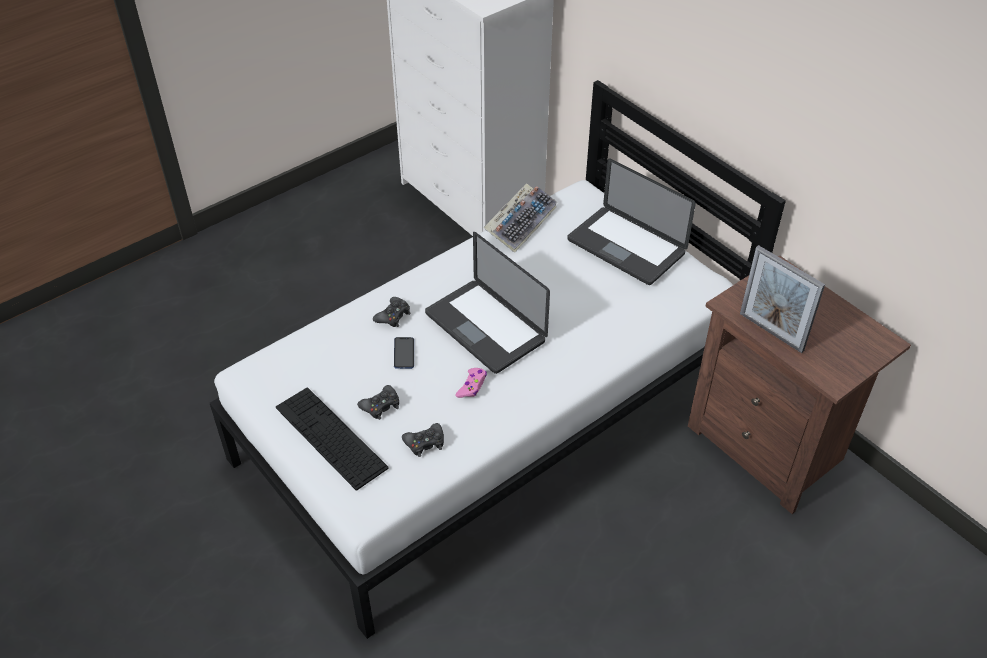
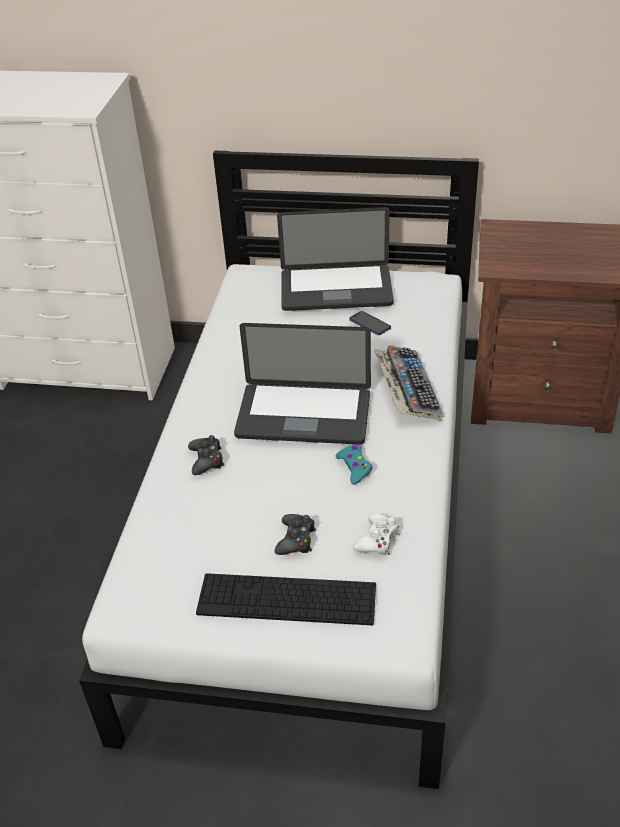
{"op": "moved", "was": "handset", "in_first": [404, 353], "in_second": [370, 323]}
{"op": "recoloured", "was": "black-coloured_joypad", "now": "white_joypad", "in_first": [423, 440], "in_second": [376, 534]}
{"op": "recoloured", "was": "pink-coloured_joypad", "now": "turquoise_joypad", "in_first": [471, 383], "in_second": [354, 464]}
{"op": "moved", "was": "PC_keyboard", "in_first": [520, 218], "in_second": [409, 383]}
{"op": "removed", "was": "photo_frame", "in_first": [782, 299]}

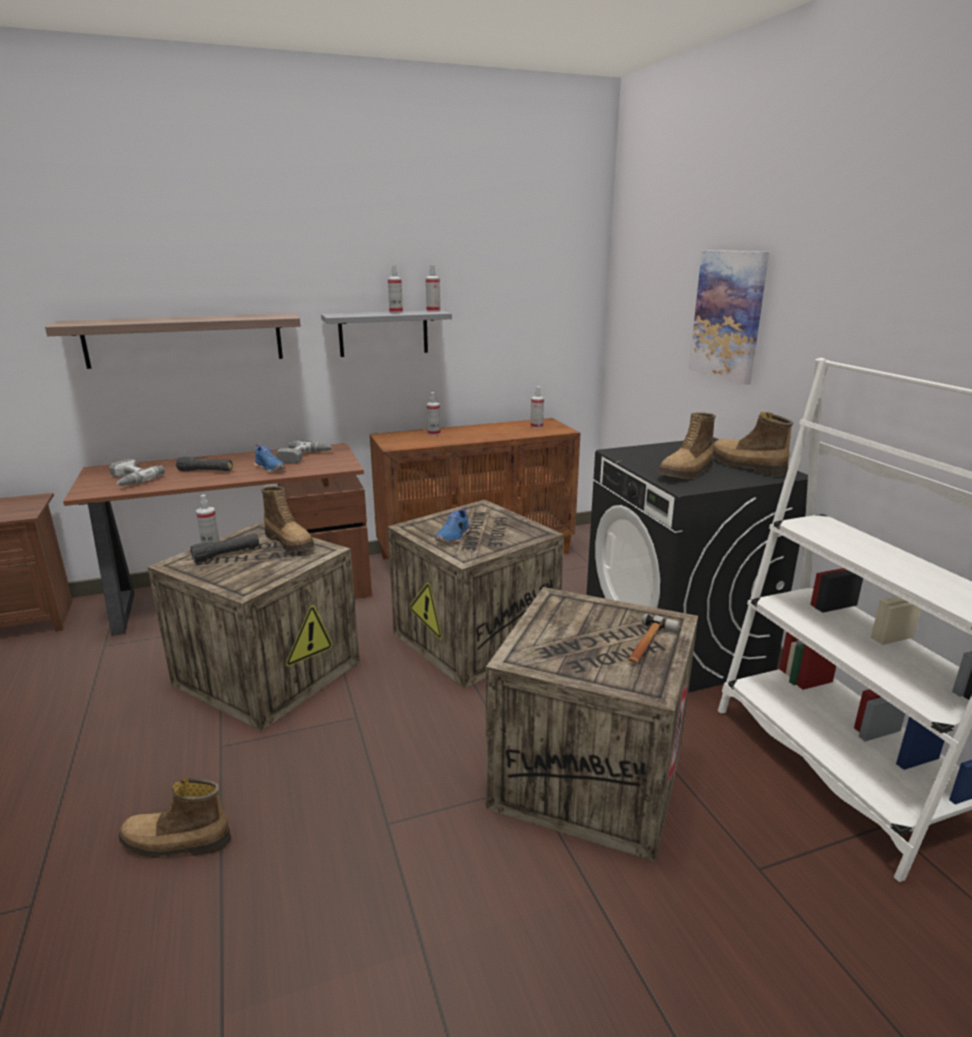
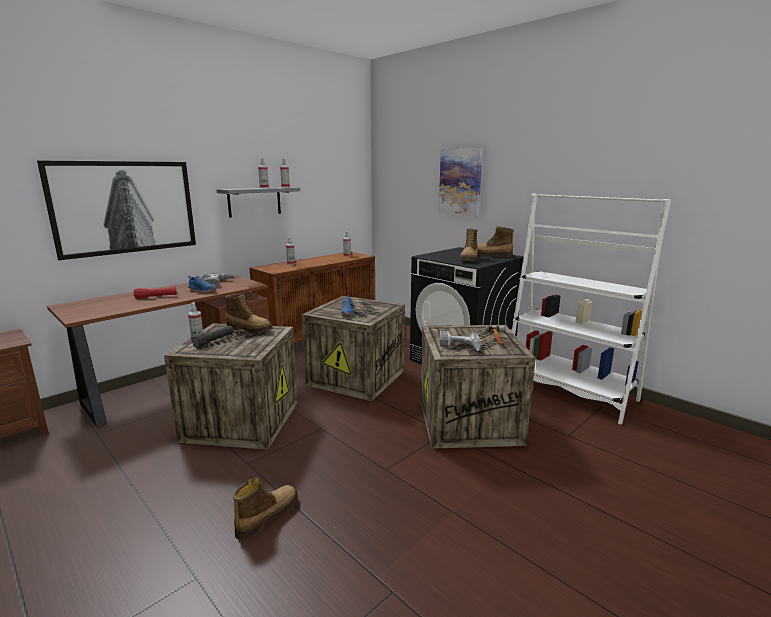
{"op": "replaced", "was": "wall_shelf", "now": "picture", "in_first": [173, 341], "in_second": [116, 210]}
{"op": "moved", "was": "electric_drill", "in_first": [137, 472], "in_second": [460, 341]}
{"op": "turned", "was": "high-top_boot", "in_first": [175, 818], "in_second": [265, 509], "clockwise": 150}
{"op": "recoloured", "was": "black-coloured_flashlight", "now": "red-coloured_flashlight", "in_first": [204, 463], "in_second": [155, 293]}

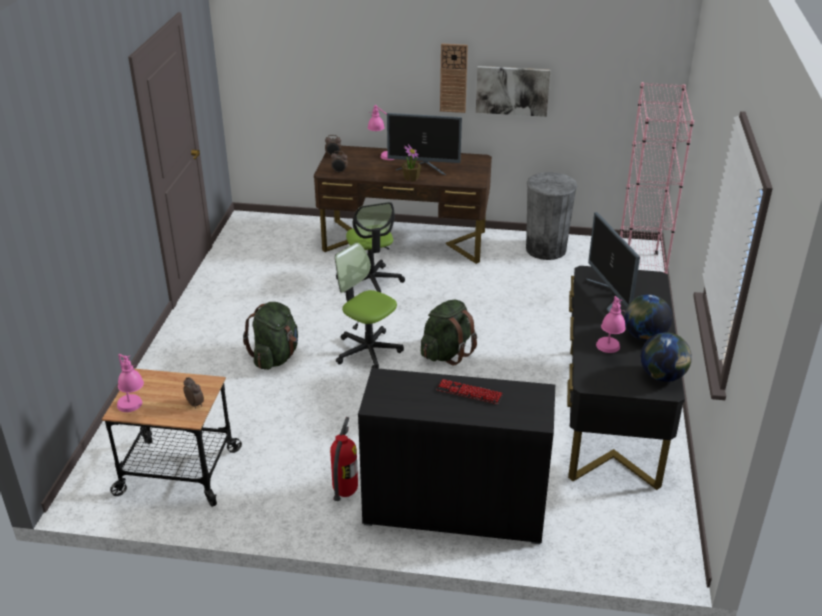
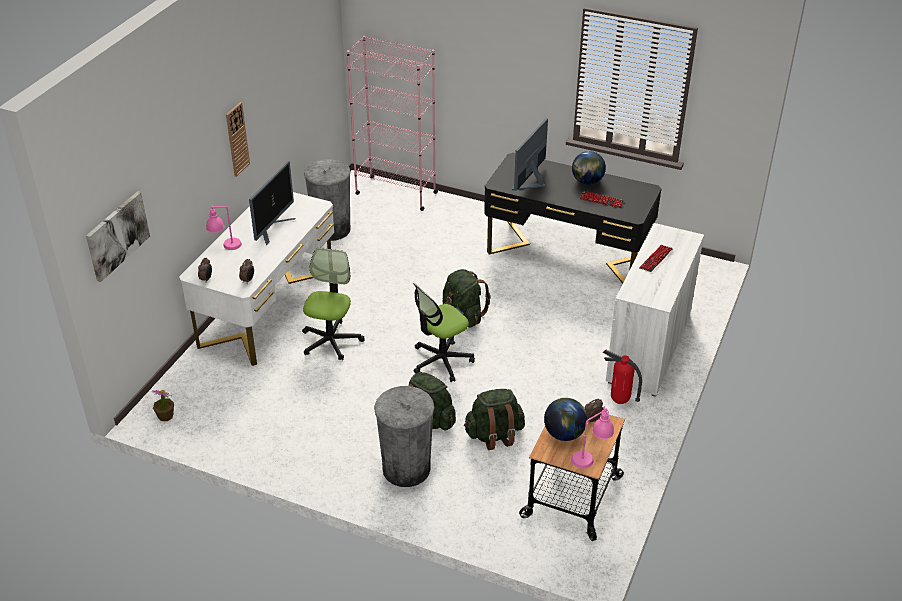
{"op": "recoloured", "was": "brown-coloured_desk_unit", "now": "white_desk_unit", "in_first": [403, 205], "in_second": [256, 279]}
{"op": "turned", "was": "computer_chair", "in_first": [375, 247], "in_second": [333, 304], "clockwise": -75}
{"op": "recoloured", "was": "black-coloured_cupboard", "now": "white_cupboard", "in_first": [456, 456], "in_second": [655, 310]}
{"op": "moved", "was": "potted_plant", "in_first": [411, 163], "in_second": [162, 405]}
{"op": "moved", "was": "picture", "in_first": [513, 91], "in_second": [118, 236]}
{"op": "turned", "was": "monitor", "in_first": [613, 262], "in_second": [530, 154], "clockwise": 120}
{"op": "replaced", "was": "pink-coloured_lamp_for_a_table", "now": "PC_keyboard", "in_first": [611, 324], "in_second": [602, 199]}
{"op": "moved", "was": "world_globe", "in_first": [666, 357], "in_second": [565, 419]}
{"op": "added", "now": "greyish_trash_can", "in_second": [404, 436]}
{"op": "added", "now": "green-coloured_backpack", "in_second": [494, 419]}

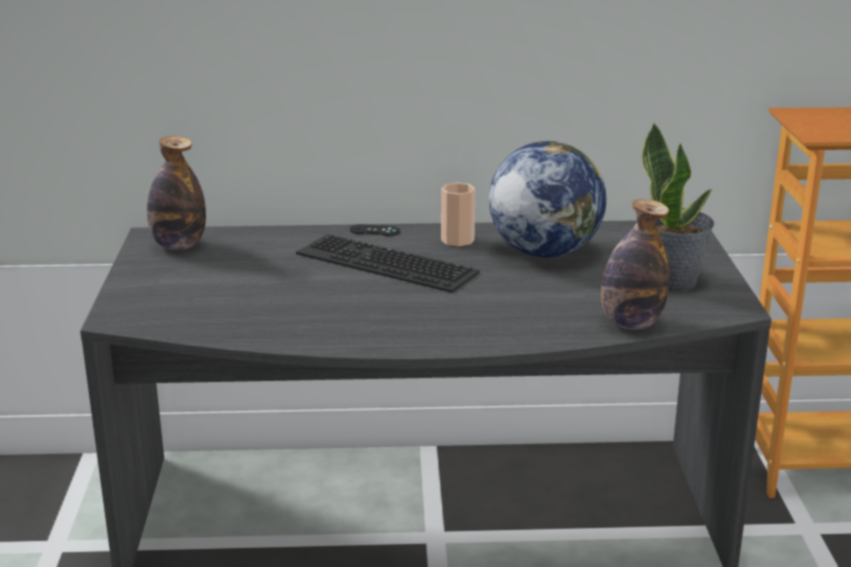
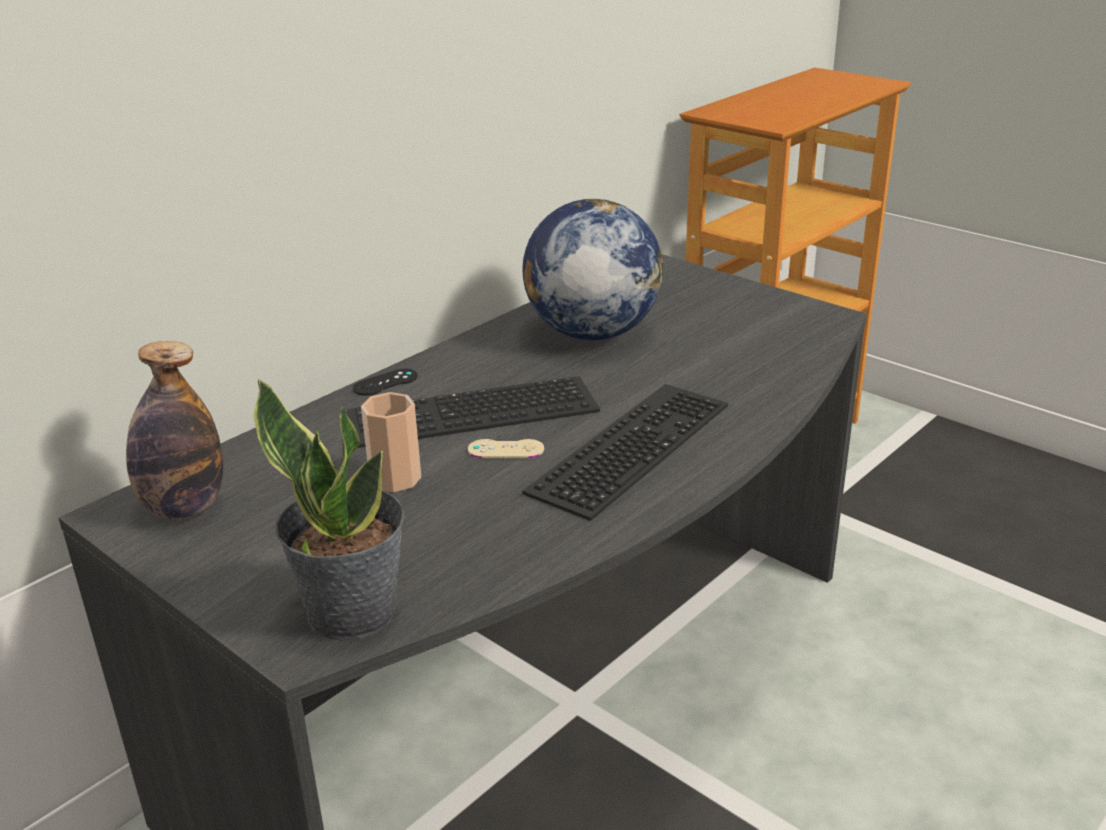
{"op": "moved", "was": "drinking_cup", "in_first": [458, 214], "in_second": [391, 442]}
{"op": "removed", "was": "bottle", "in_first": [635, 264]}
{"op": "moved", "was": "potted_plant", "in_first": [678, 207], "in_second": [329, 510]}
{"op": "added", "now": "sand-coloured_joypad", "in_second": [506, 448]}
{"op": "added", "now": "PC_keyboard", "in_second": [625, 452]}

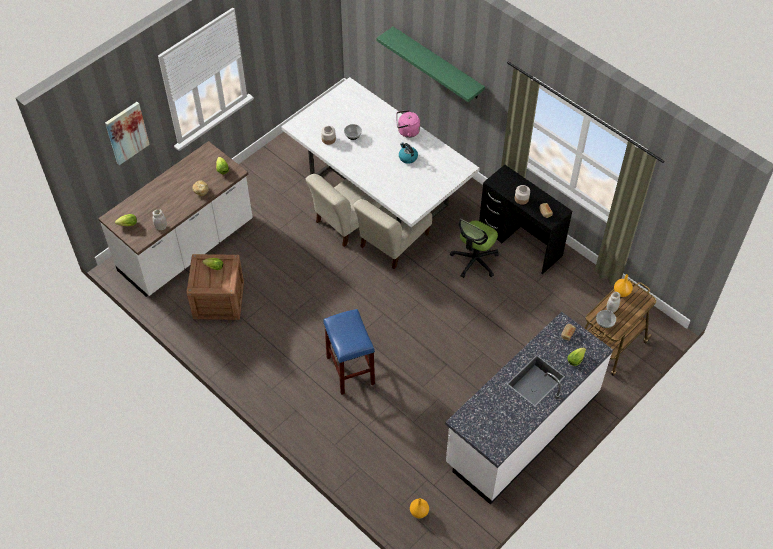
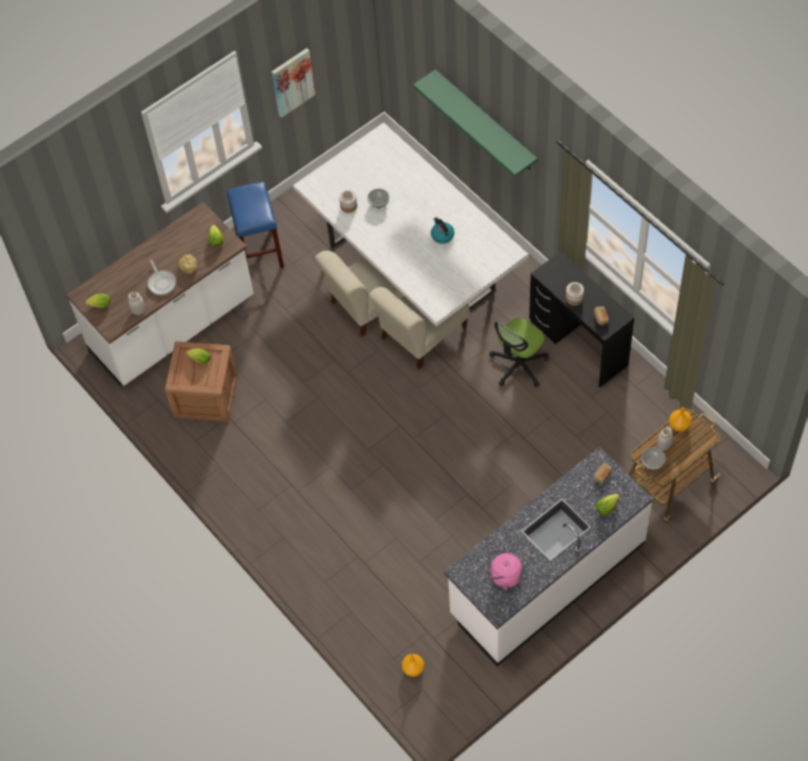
{"op": "moved", "was": "picture", "in_first": [127, 133], "in_second": [293, 83]}
{"op": "moved", "was": "bluish_stool", "in_first": [349, 352], "in_second": [255, 227]}
{"op": "moved", "was": "pink-coloured_water_kettle", "in_first": [408, 124], "in_second": [505, 570]}
{"op": "added", "now": "pan", "in_second": [161, 277]}

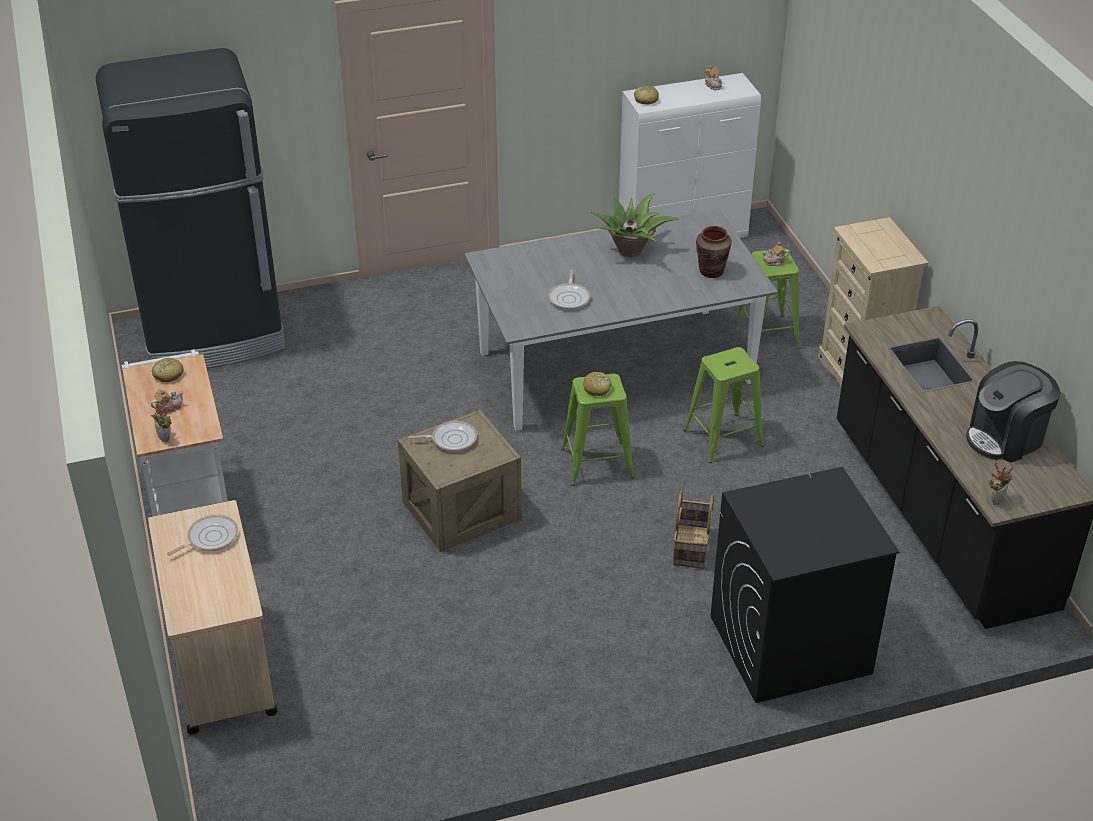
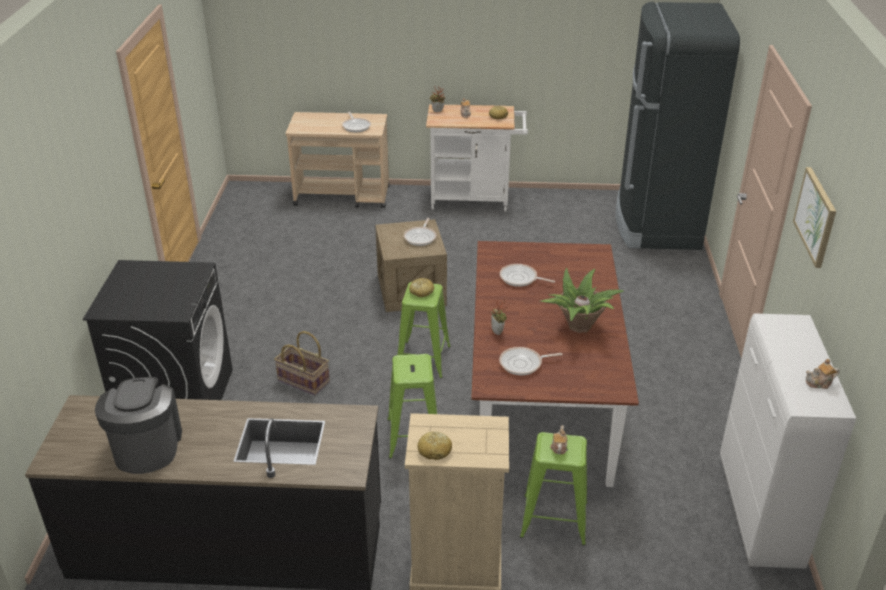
{"op": "recoloured", "was": "greyish_kitchen_table", "now": "brown-coloured_kitchen_table", "in_first": [621, 320], "in_second": [555, 364]}
{"op": "moved", "was": "bakery_bread", "in_first": [646, 95], "in_second": [434, 446]}
{"op": "replaced", "was": "brown-coloured_decorative_vase", "now": "pan", "in_first": [714, 252], "in_second": [531, 361]}
{"op": "moved", "was": "potted_plant", "in_first": [1000, 482], "in_second": [500, 316]}
{"op": "added", "now": "picture", "in_second": [814, 217]}

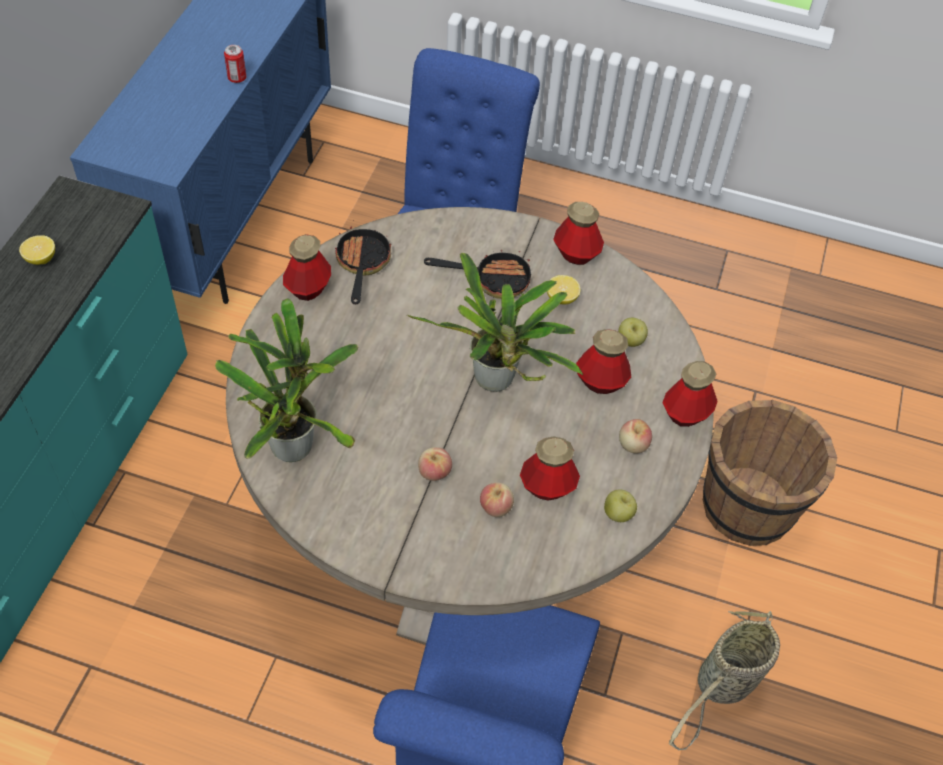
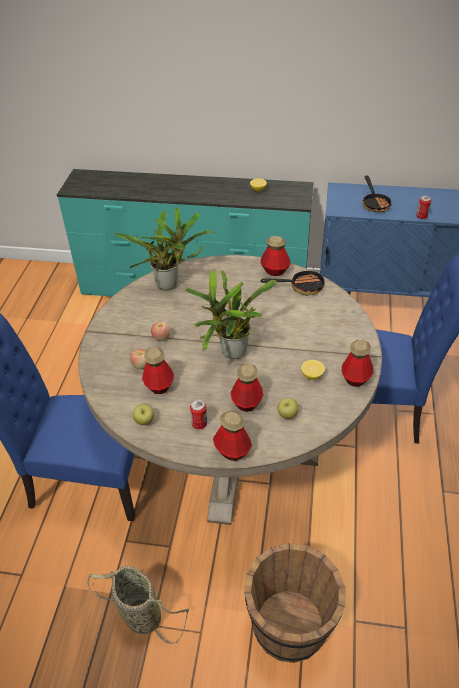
{"op": "moved", "was": "pan", "in_first": [477, 274], "in_second": [377, 193]}
{"op": "replaced", "was": "whole_apple", "now": "can", "in_first": [635, 436], "in_second": [198, 414]}

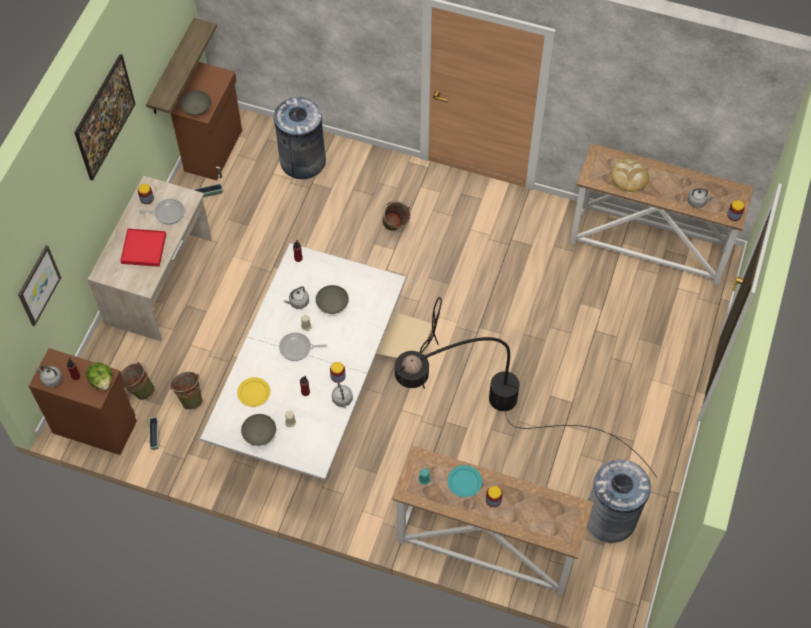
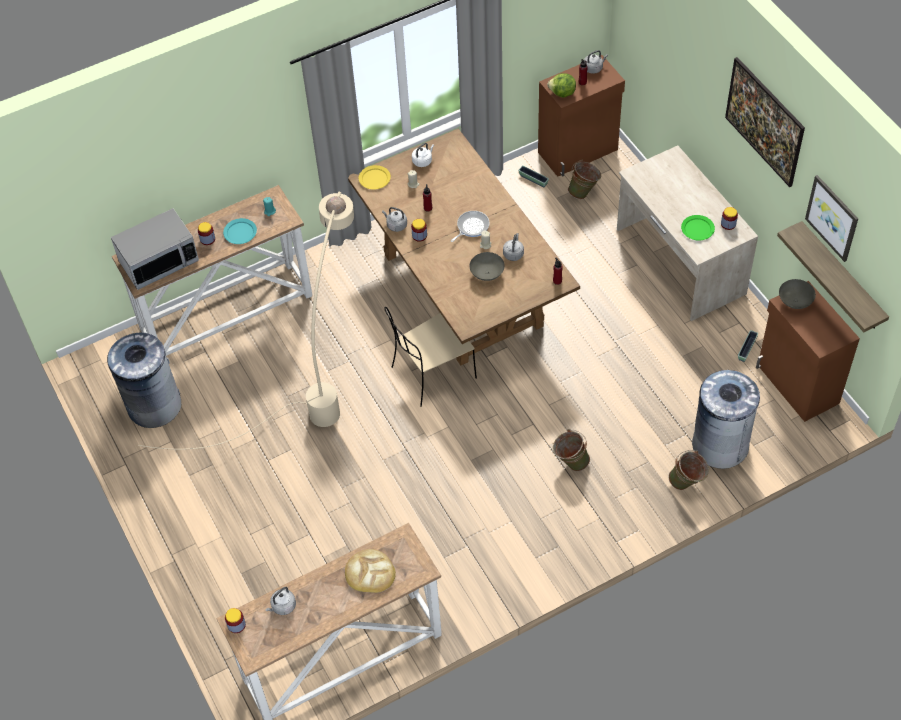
{"op": "moved", "was": "picture", "in_first": [39, 285], "in_second": [831, 218]}
{"op": "removed", "was": "red-coloured_serving_tray", "in_first": [143, 248]}
{"op": "replaced", "was": "pan", "now": "green-coloured_flat_dish", "in_first": [162, 212], "in_second": [698, 227]}
{"op": "moved", "was": "green-coloured_pail", "in_first": [186, 391], "in_second": [688, 470]}
{"op": "recoloured", "was": "white_kitchen_table", "now": "brown-coloured_kitchen_table", "in_first": [303, 361], "in_second": [464, 247]}
{"op": "moved", "was": "yellow-coloured_flat_dish", "in_first": [253, 392], "in_second": [375, 177]}
{"op": "replaced", "was": "greyish_serving_bowl", "now": "white_water_kettle", "in_first": [258, 430], "in_second": [423, 155]}
{"op": "recoloured", "was": "black-coloured_floor_lamp", "now": "sand-coloured_floor_lamp", "in_first": [526, 407], "in_second": [246, 320]}
{"op": "added", "now": "kitchen_microwave", "in_second": [155, 249]}

